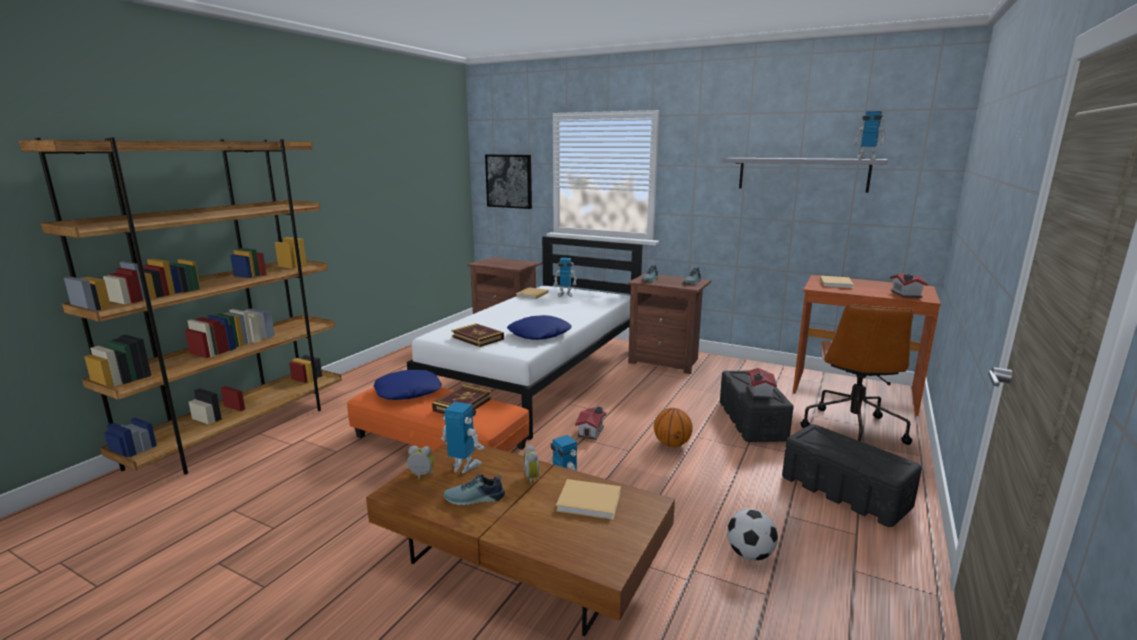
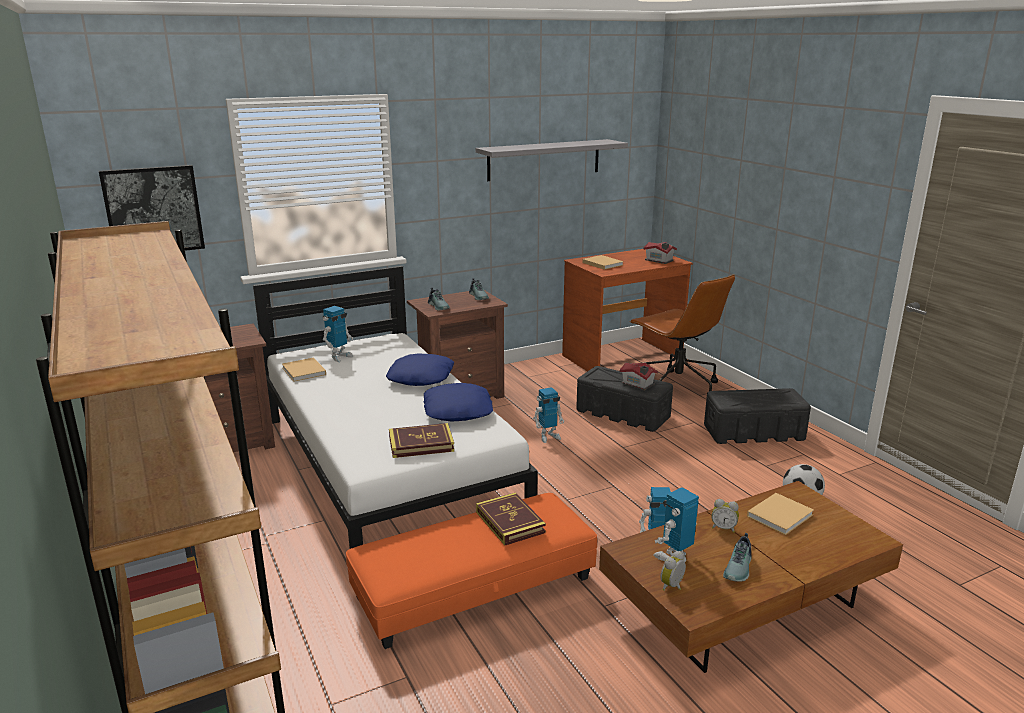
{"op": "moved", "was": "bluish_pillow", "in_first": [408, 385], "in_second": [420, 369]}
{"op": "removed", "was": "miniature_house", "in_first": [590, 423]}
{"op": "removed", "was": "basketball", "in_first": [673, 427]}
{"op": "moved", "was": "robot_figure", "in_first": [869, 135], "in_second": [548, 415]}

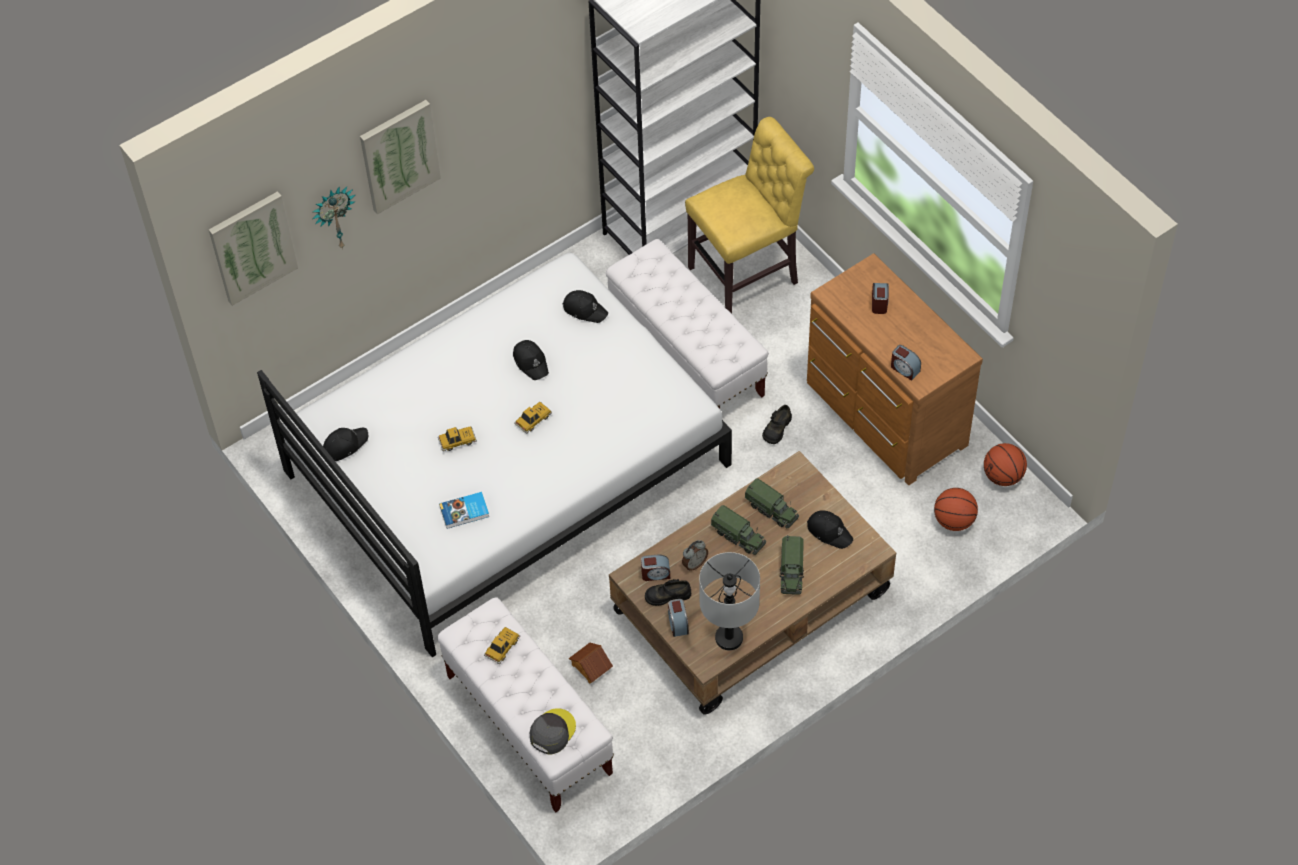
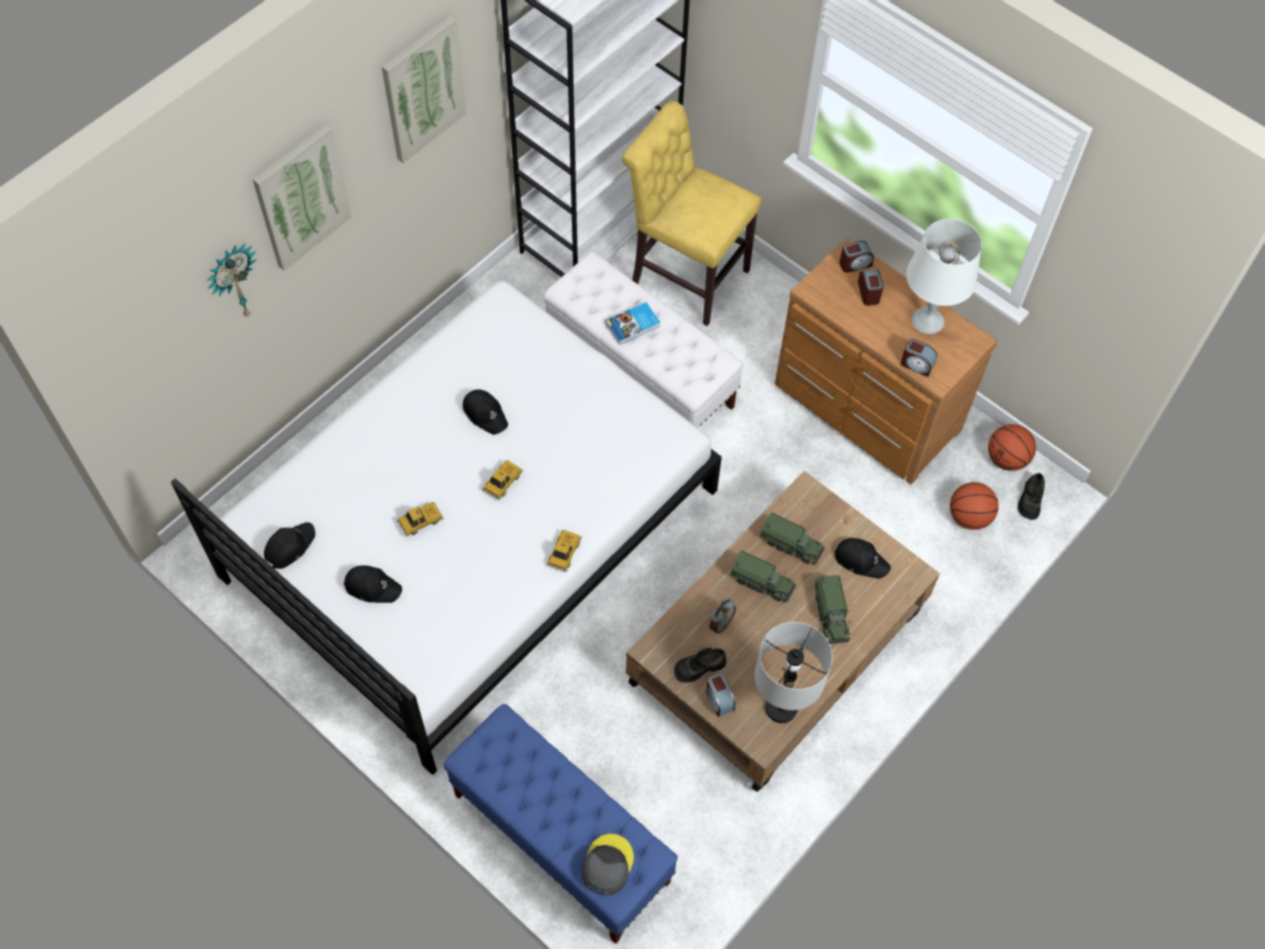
{"op": "moved", "was": "picture", "in_first": [253, 248], "in_second": [424, 89]}
{"op": "recoloured", "was": "white_bench", "now": "bluish_bench", "in_first": [525, 704], "in_second": [561, 824]}
{"op": "moved", "was": "volume", "in_first": [464, 510], "in_second": [633, 323]}
{"op": "moved", "was": "model_car", "in_first": [502, 645], "in_second": [564, 551]}
{"op": "moved", "was": "black-coloured_cap", "in_first": [585, 306], "in_second": [372, 584]}
{"op": "removed", "was": "miniature_house", "in_first": [591, 663]}
{"op": "moved", "was": "table_clock", "in_first": [655, 568], "in_second": [856, 257]}
{"op": "turned", "was": "yellow-coloured_chair", "in_first": [749, 215], "in_second": [691, 213], "clockwise": -105}
{"op": "moved", "was": "black-coloured_item_of_footwear", "in_first": [777, 424], "in_second": [1031, 496]}
{"op": "added", "now": "white_lamp_for_a_table", "in_second": [944, 276]}

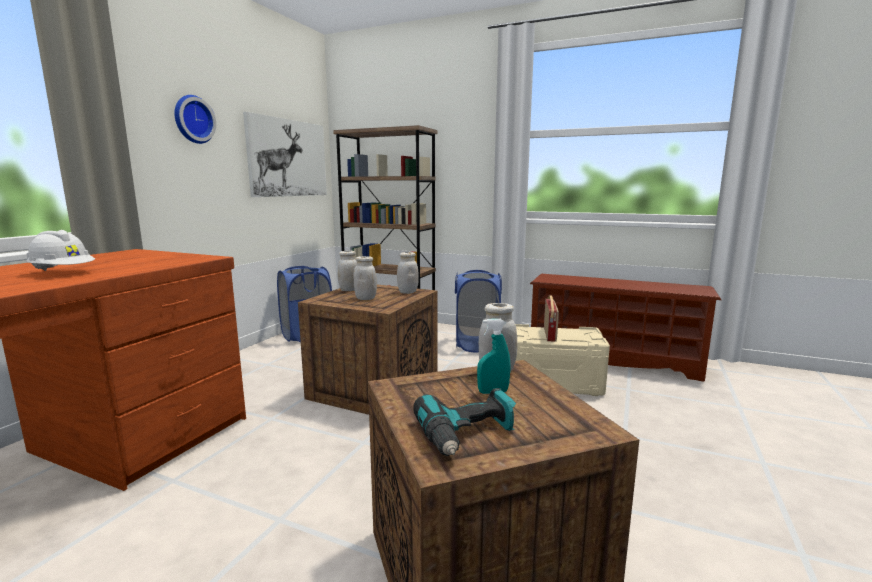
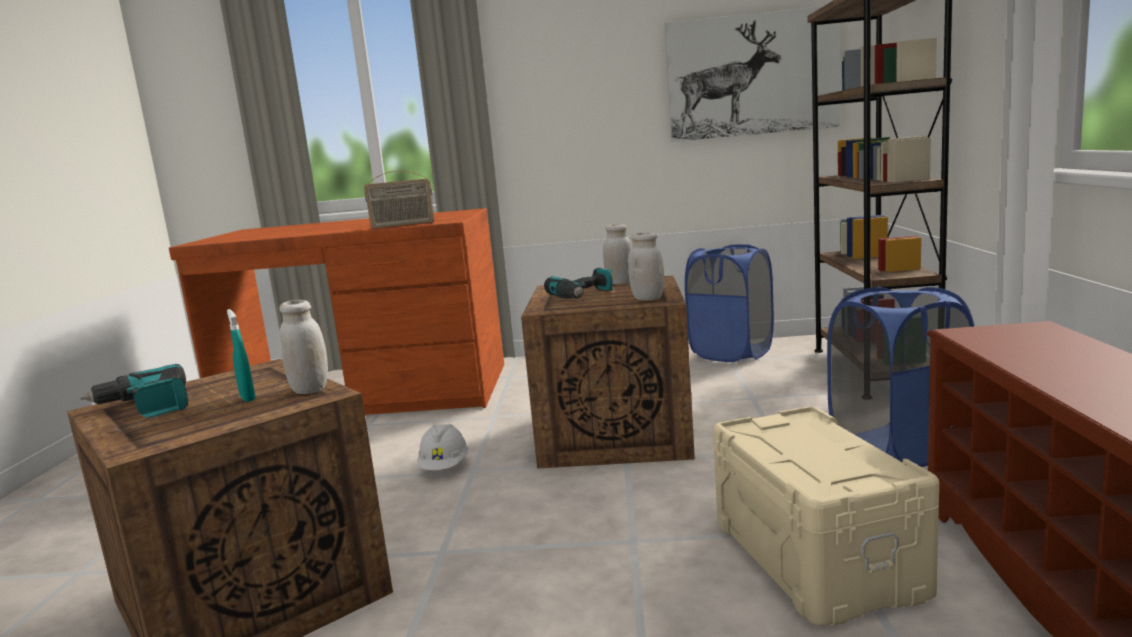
{"op": "moved", "was": "white_safety_helmet", "in_first": [60, 250], "in_second": [443, 447]}
{"op": "removed", "was": "hanging_clock", "in_first": [195, 119]}
{"op": "replaced", "was": "white_jar", "now": "electric_drill", "in_first": [365, 278], "in_second": [579, 283]}
{"op": "moved", "was": "radio_receiver", "in_first": [551, 318], "in_second": [399, 200]}

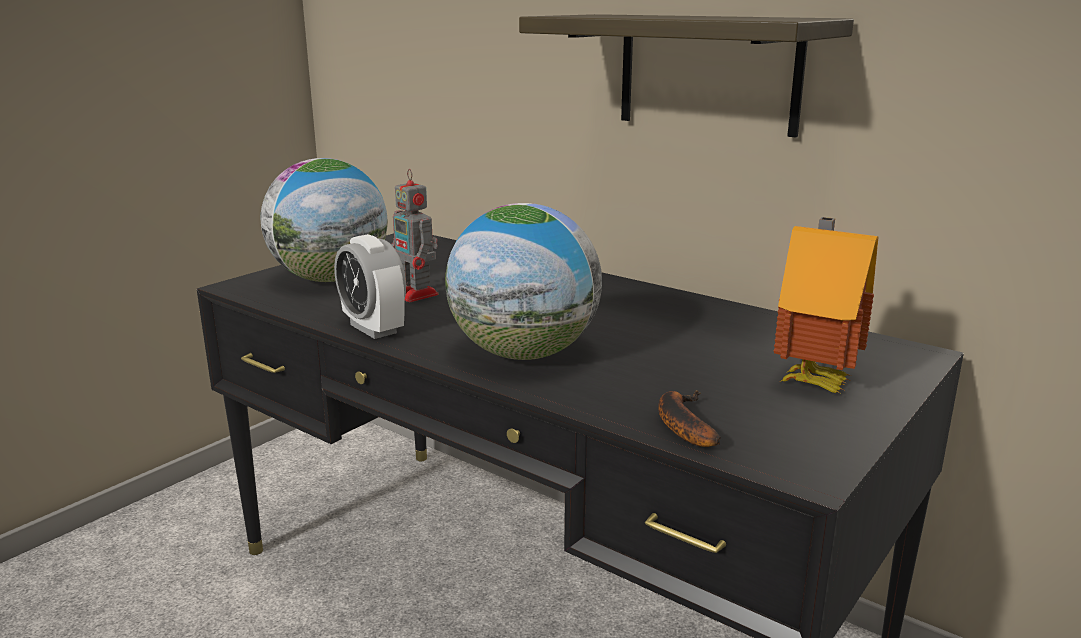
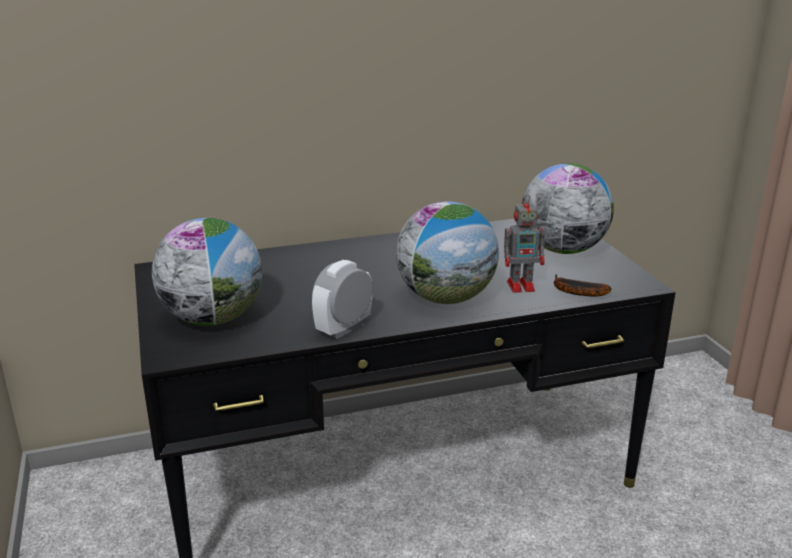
{"op": "turned", "was": "table_clock", "in_first": [370, 286], "in_second": [342, 299], "clockwise": 135}
{"op": "moved", "was": "robot_figure", "in_first": [415, 235], "in_second": [524, 244]}
{"op": "removed", "was": "wall_shelf", "in_first": [686, 76]}
{"op": "replaced", "was": "miniature_house", "now": "world_globe", "in_first": [826, 305], "in_second": [568, 208]}

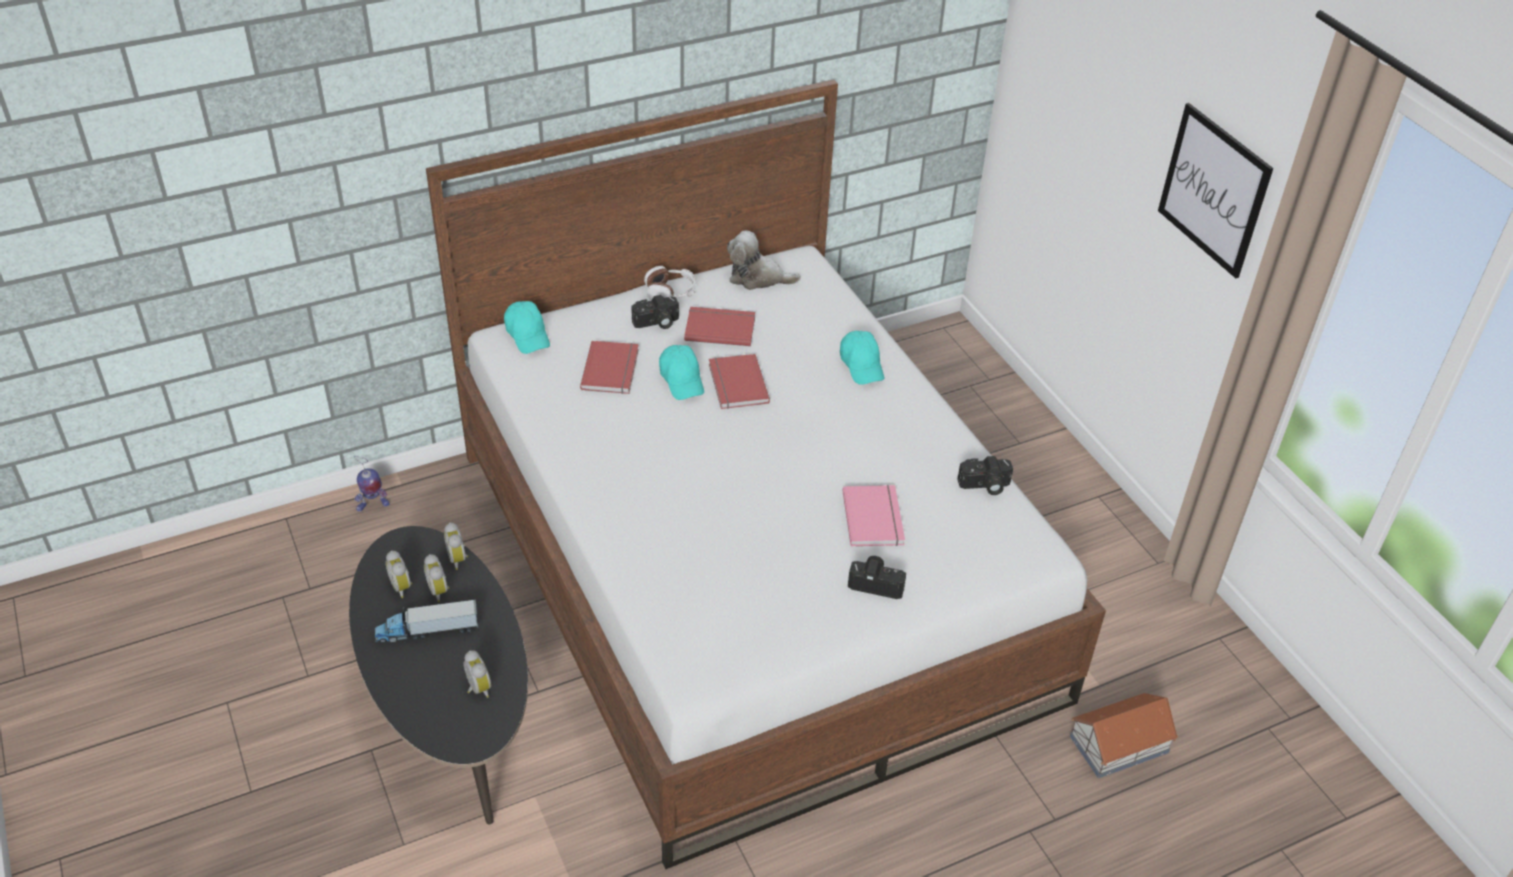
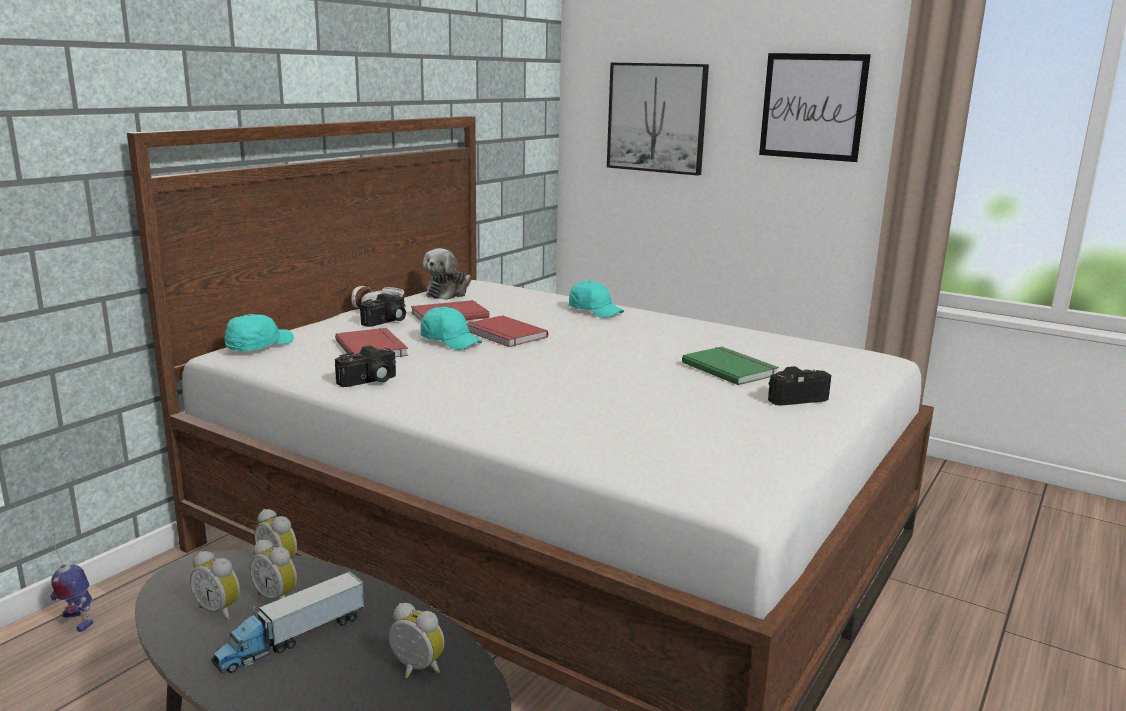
{"op": "turned", "was": "robot_figure", "in_first": [372, 484], "in_second": [71, 582], "clockwise": 90}
{"op": "turned", "was": "turquoise_cap", "in_first": [527, 327], "in_second": [259, 332], "clockwise": -90}
{"op": "turned", "was": "soft_toy", "in_first": [764, 260], "in_second": [447, 274], "clockwise": -45}
{"op": "recoloured", "was": "pink-coloured_volume", "now": "green-coloured_volume", "in_first": [873, 515], "in_second": [730, 366]}
{"op": "moved", "was": "photo_camera", "in_first": [985, 475], "in_second": [365, 366]}
{"op": "removed", "was": "miniature_house", "in_first": [1124, 735]}
{"op": "added", "now": "picture", "in_second": [658, 119]}

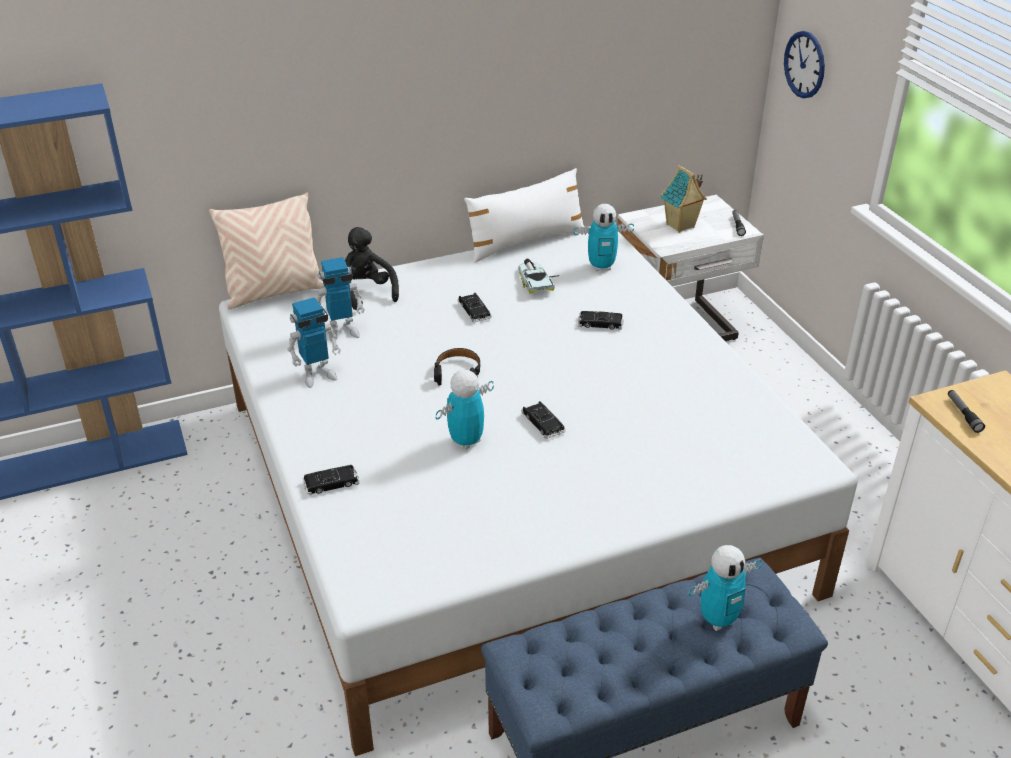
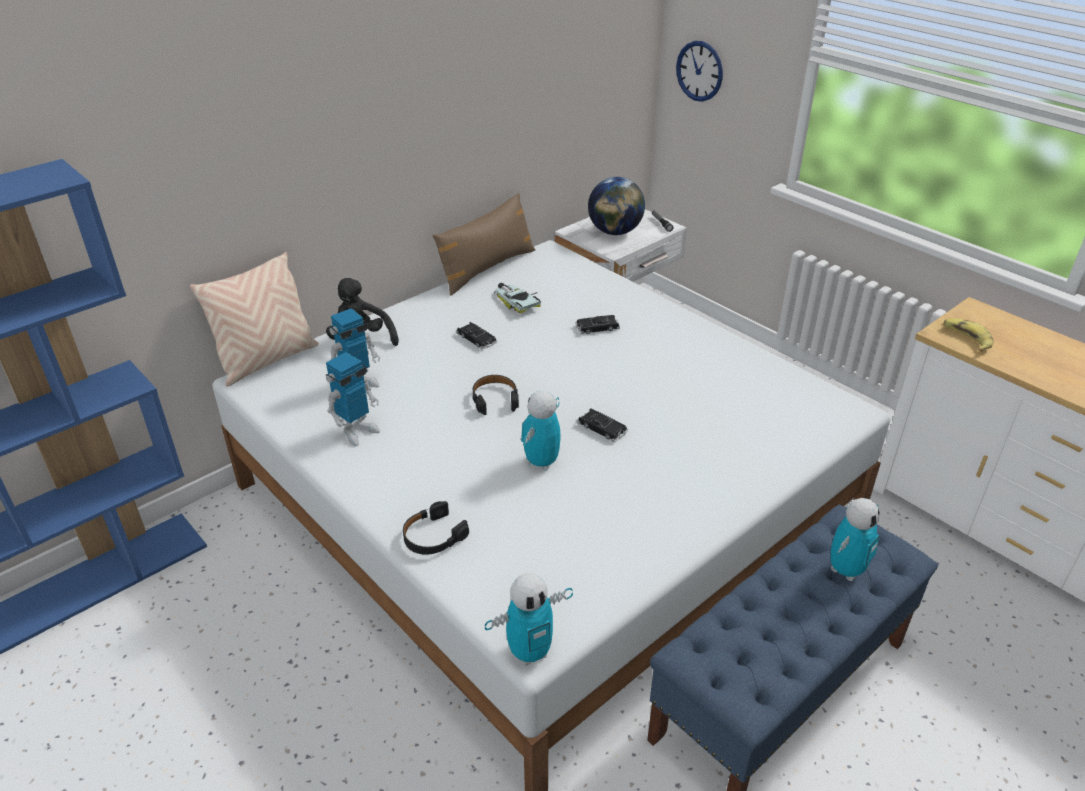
{"op": "replaced", "was": "black-coloured_model_car", "now": "black-coloured_headphones", "in_first": [331, 480], "in_second": [436, 528]}
{"op": "recoloured", "was": "white_pillow", "now": "brown-coloured_pillow", "in_first": [525, 215], "in_second": [484, 244]}
{"op": "moved", "was": "robot_figure", "in_first": [604, 237], "in_second": [529, 619]}
{"op": "replaced", "was": "miniature_house", "now": "world_globe", "in_first": [684, 199], "in_second": [616, 206]}
{"op": "replaced", "was": "flashlight", "now": "banana_fruit", "in_first": [966, 411], "in_second": [968, 335]}

